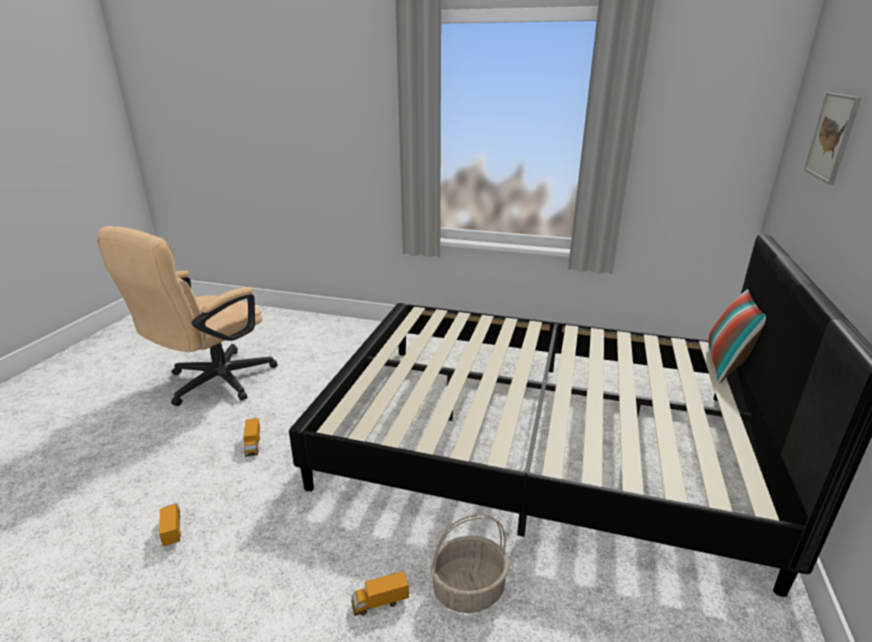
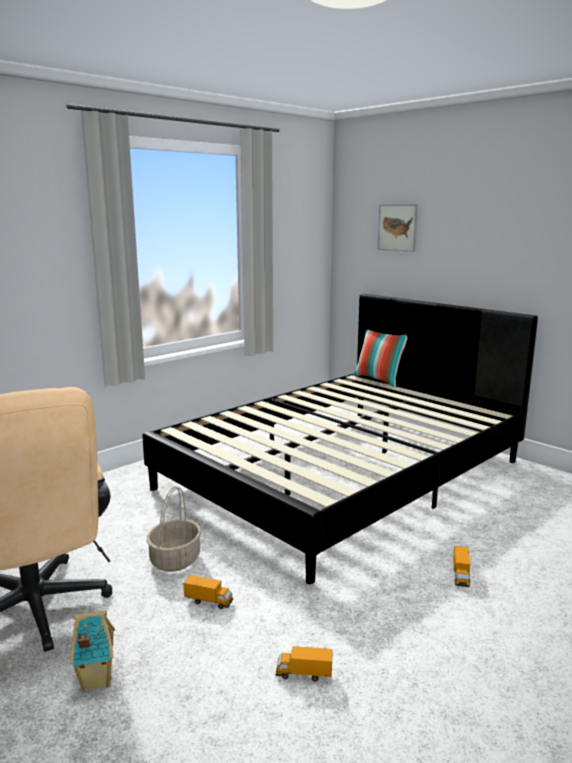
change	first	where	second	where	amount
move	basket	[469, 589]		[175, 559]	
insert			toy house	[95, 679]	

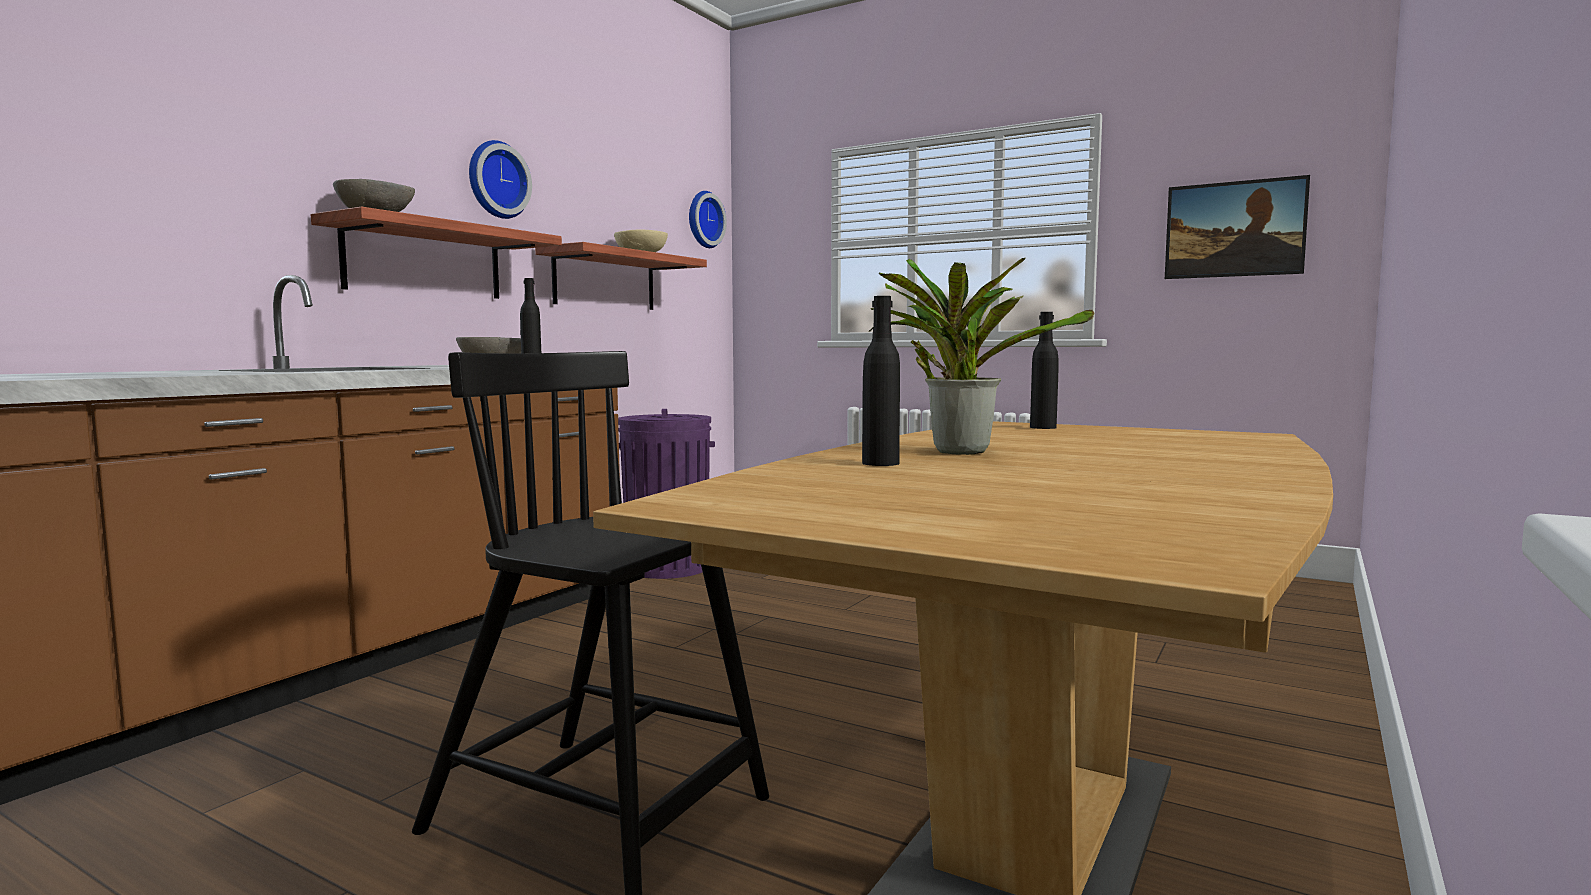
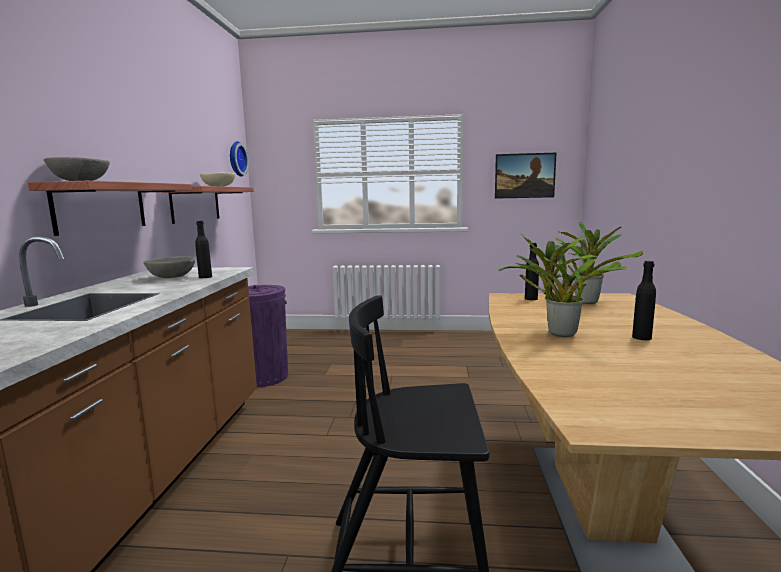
change	first	where	second	where	amount
delete	wall clock	[496, 180]			
move	black bottle	[880, 463]		[641, 337]	
insert			potted plant	[586, 301]	

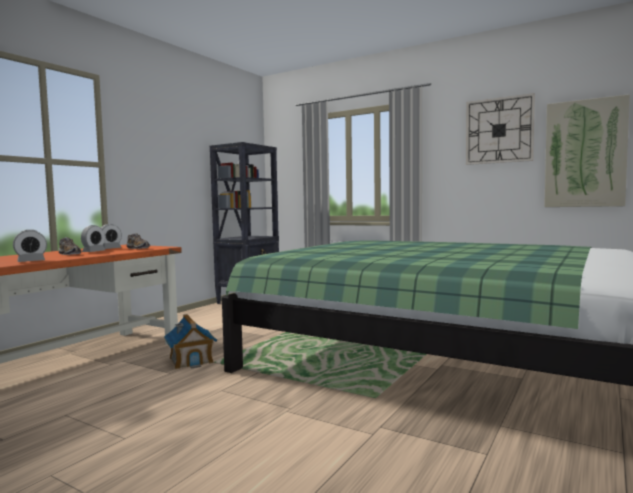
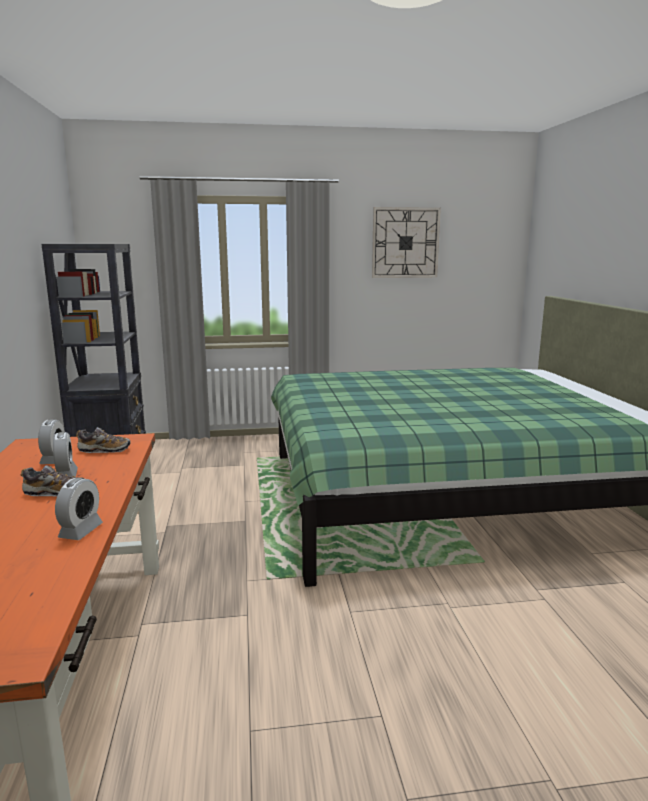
change	first	where	second	where	amount
delete	toy house	[191, 360]			
delete	picture	[585, 154]			

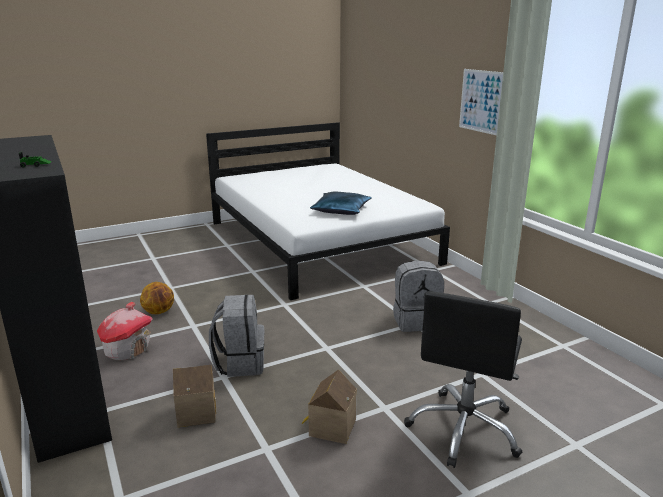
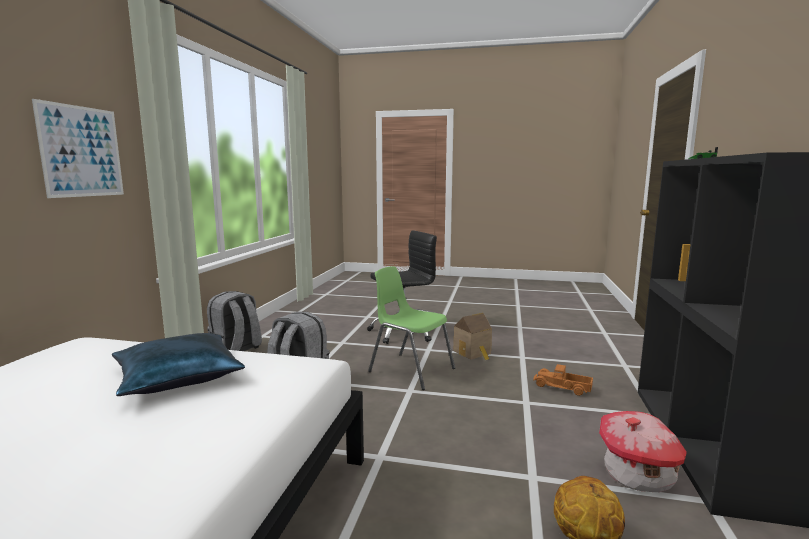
change	first	where	second	where	amount
replace	toy house	[196, 411]	toy truck	[562, 387]	
move	grey backpack	[240, 363]		[236, 349]	
insert			green chair	[410, 370]	

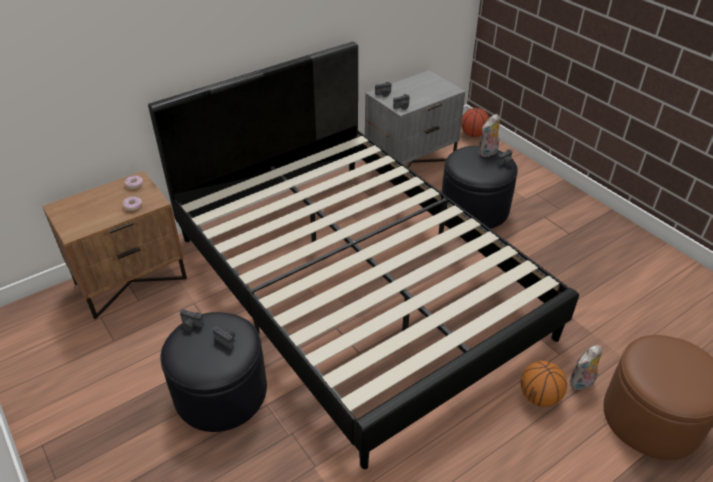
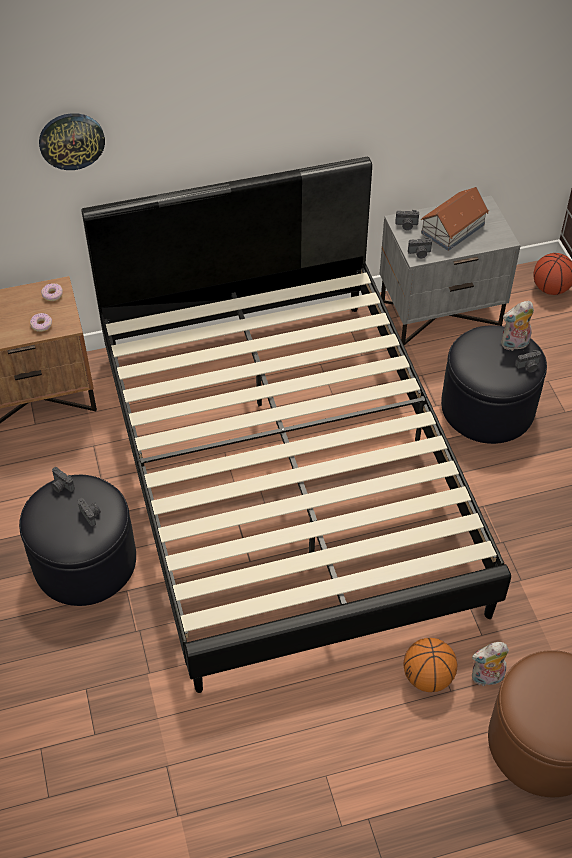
change	first	where	second	where	amount
insert			wall clock	[71, 140]	
insert			toy house	[452, 229]	

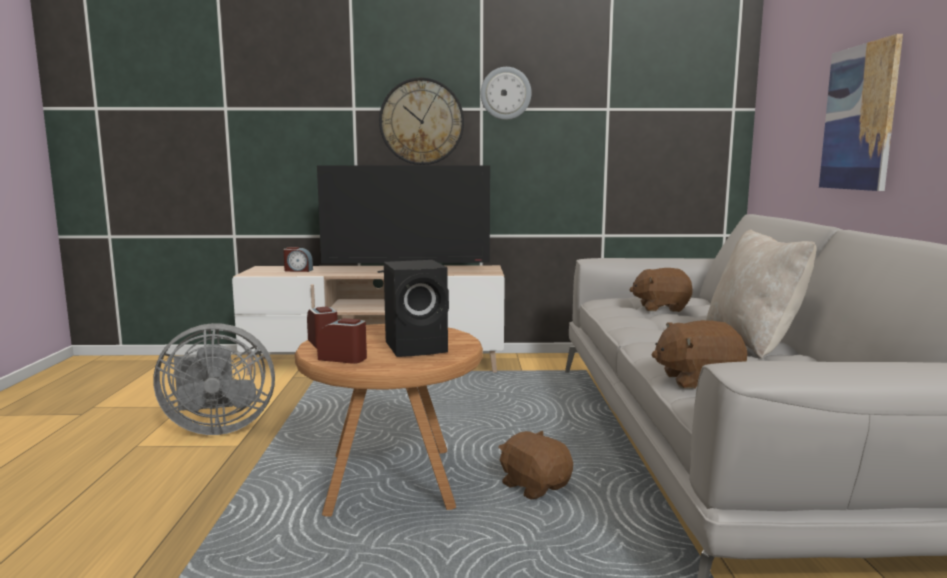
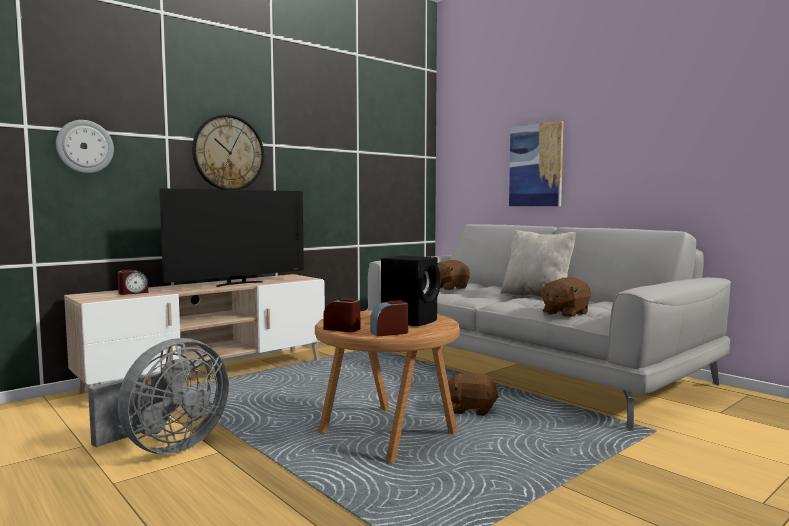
change	first	where	second	where	amount
move	wall clock	[505, 93]		[85, 146]	

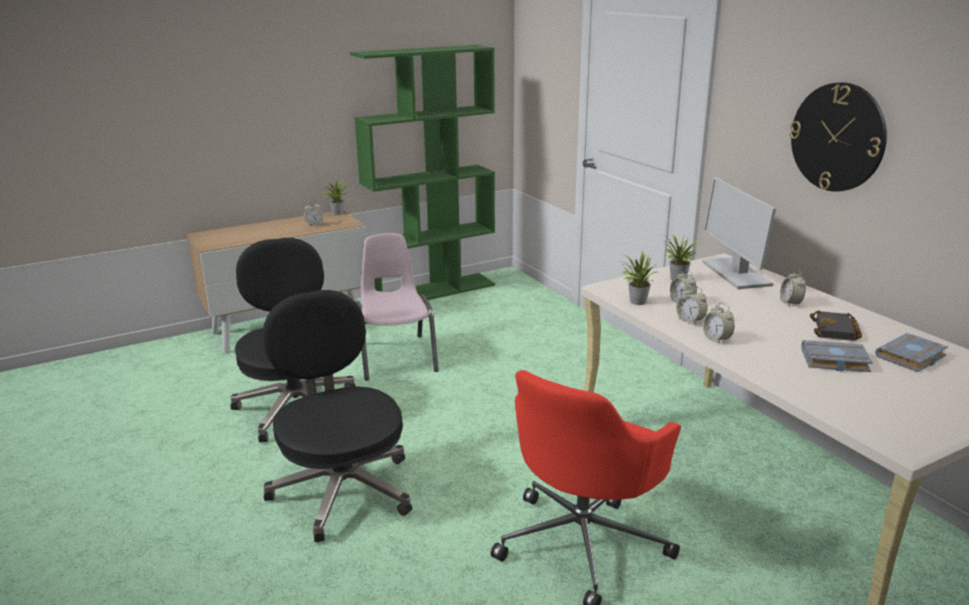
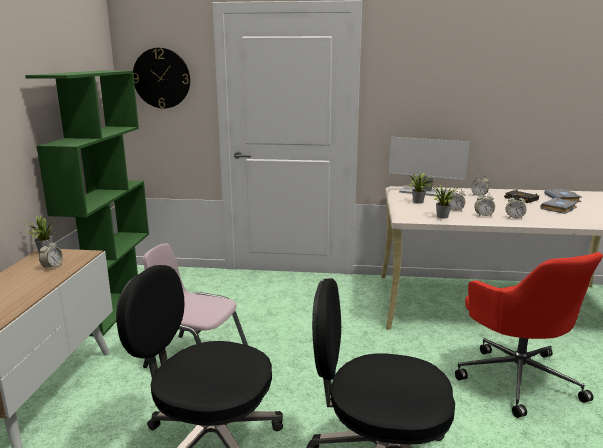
change	first	where	second	where	amount
move	wall clock	[837, 137]		[161, 78]	

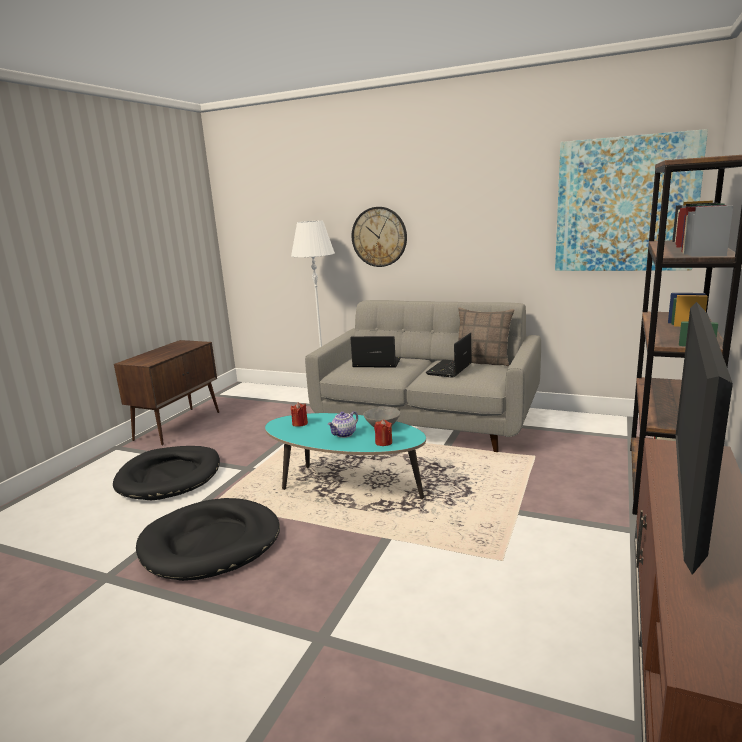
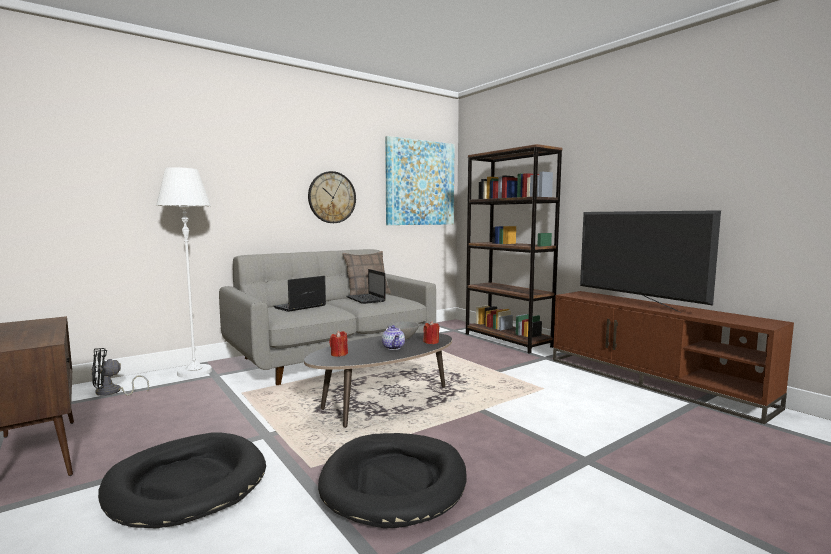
change	first	where	second	where	amount
recolor	turquoise coffee table	[346, 486]	black coffee table	[384, 404]	
move	wall clock	[379, 237]		[332, 197]	
insert			black fan	[112, 392]	

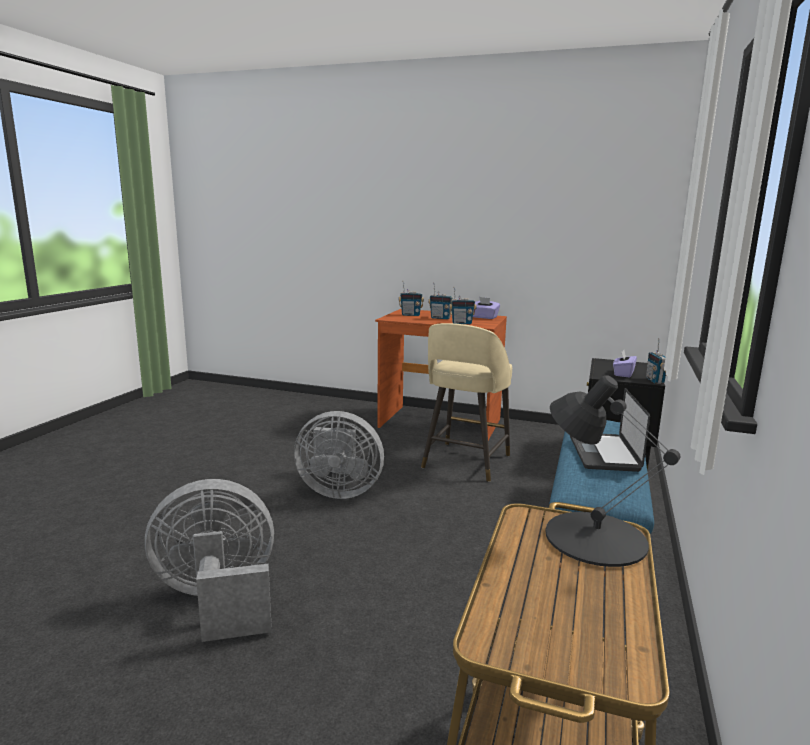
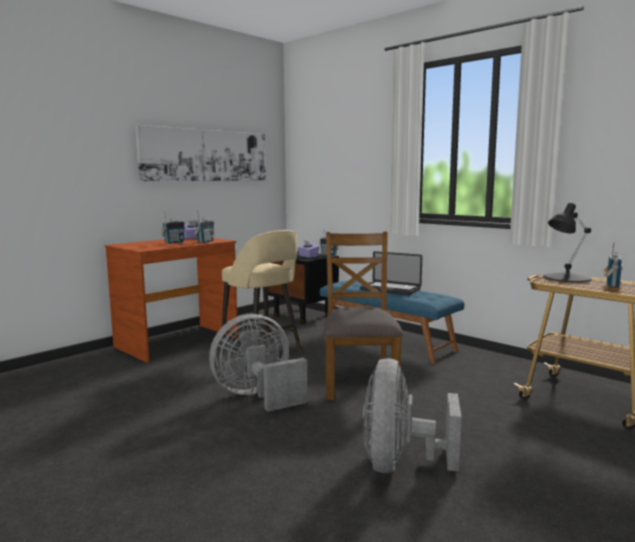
change	first	where	second	where	amount
rotate	grey fan	[338, 491]		[258, 396]	150 degrees counterclockwise
move	radio	[410, 315]		[611, 284]	
insert			picture	[206, 155]	
insert			brown chair	[359, 382]	

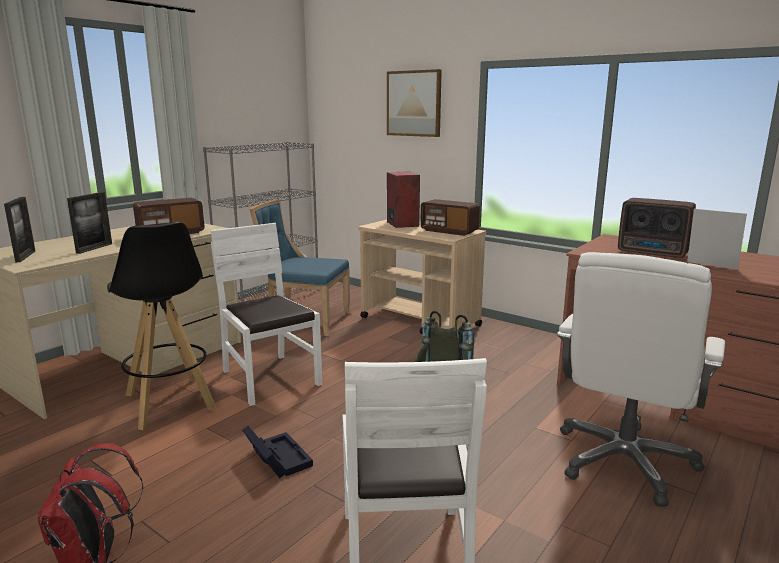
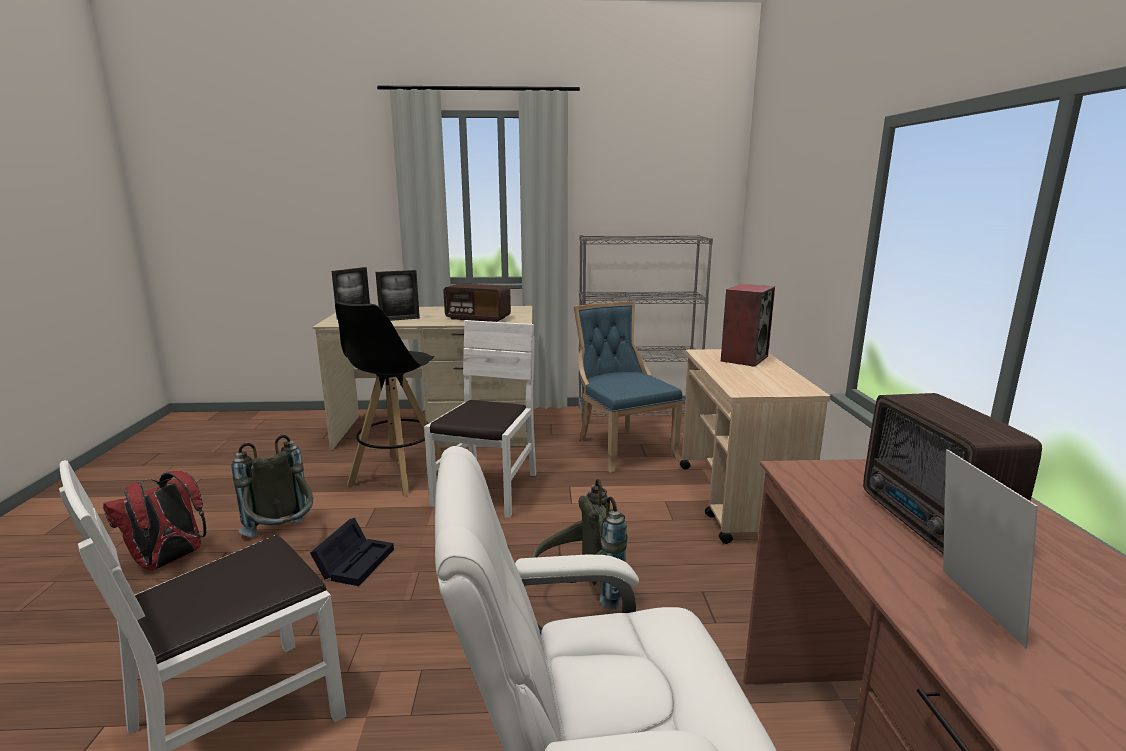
change	first	where	second	where	amount
delete	picture	[414, 103]			
delete	radio	[449, 231]			
insert			grey backpack	[283, 537]	

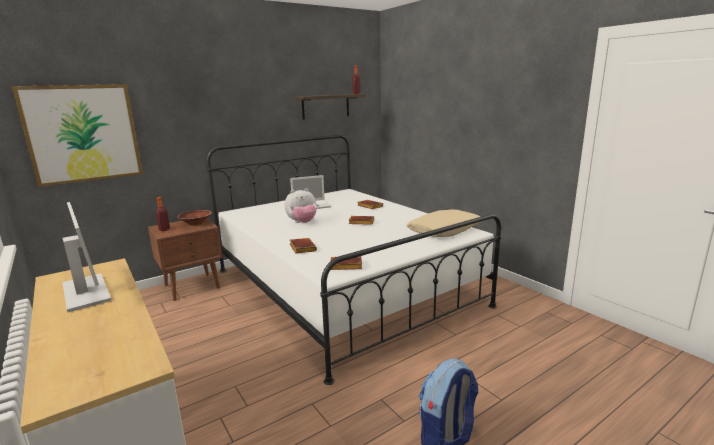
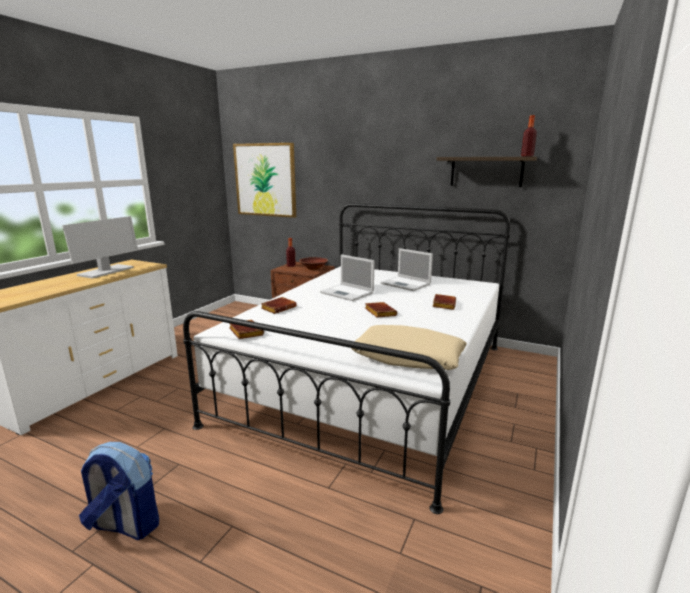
change	first	where	second	where	amount
replace	plush toy	[302, 223]	laptop	[347, 293]	

